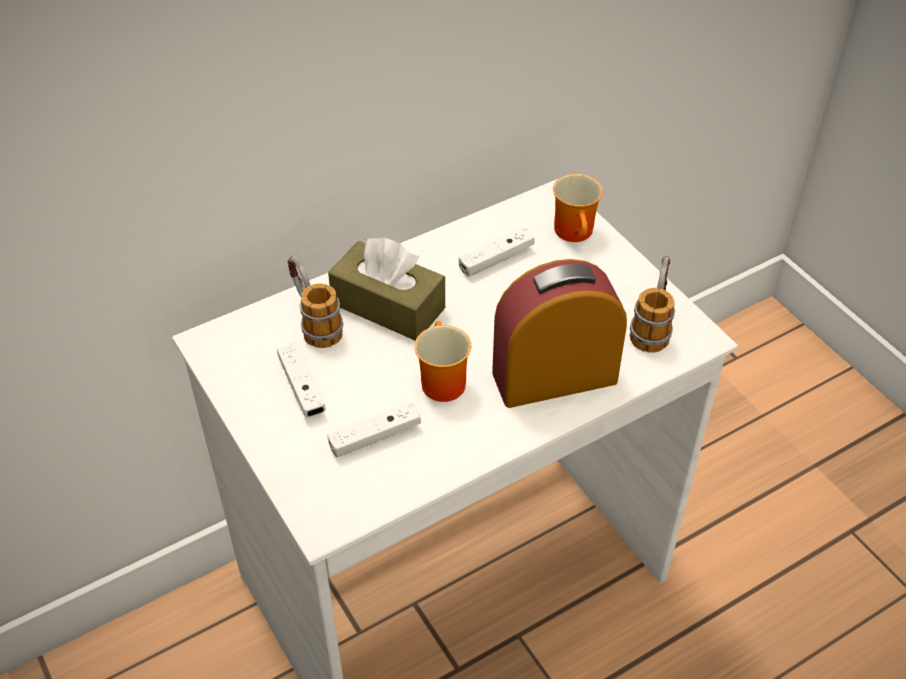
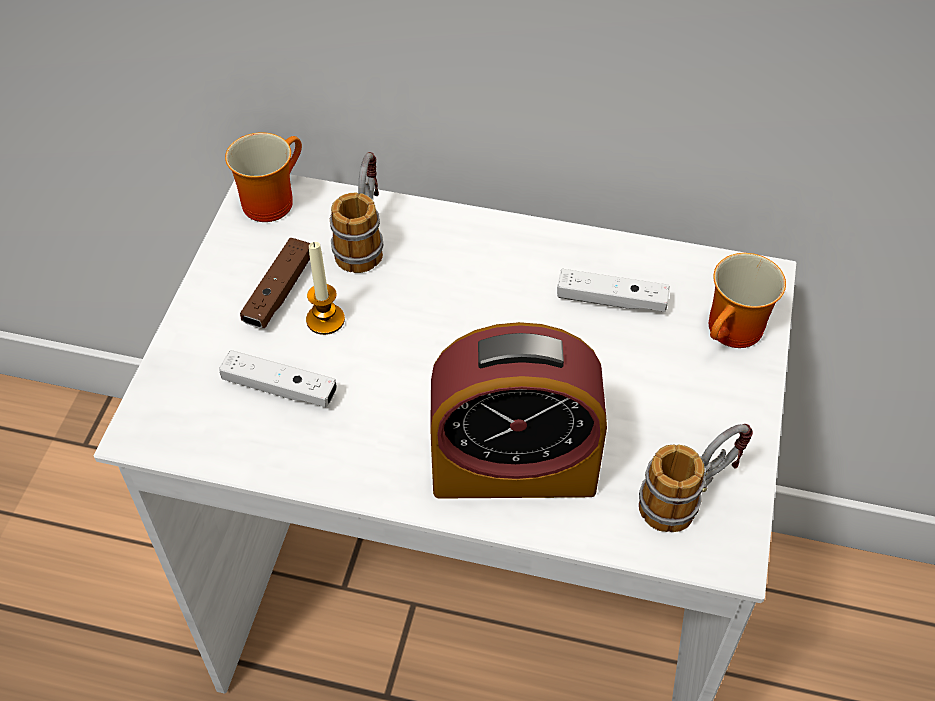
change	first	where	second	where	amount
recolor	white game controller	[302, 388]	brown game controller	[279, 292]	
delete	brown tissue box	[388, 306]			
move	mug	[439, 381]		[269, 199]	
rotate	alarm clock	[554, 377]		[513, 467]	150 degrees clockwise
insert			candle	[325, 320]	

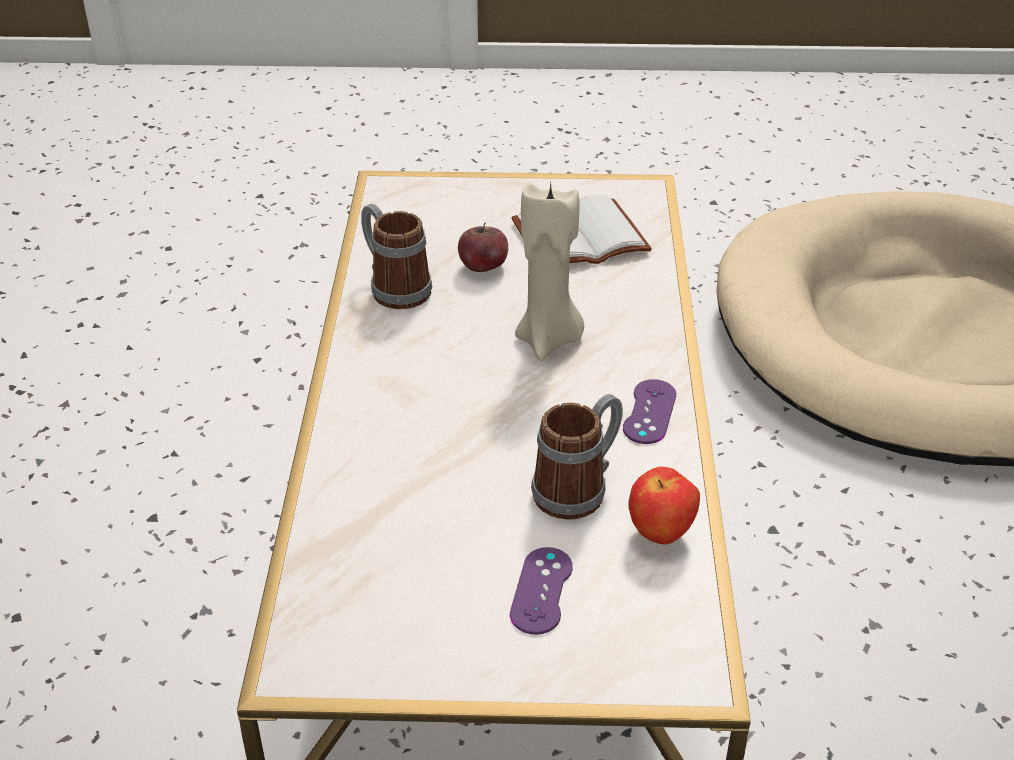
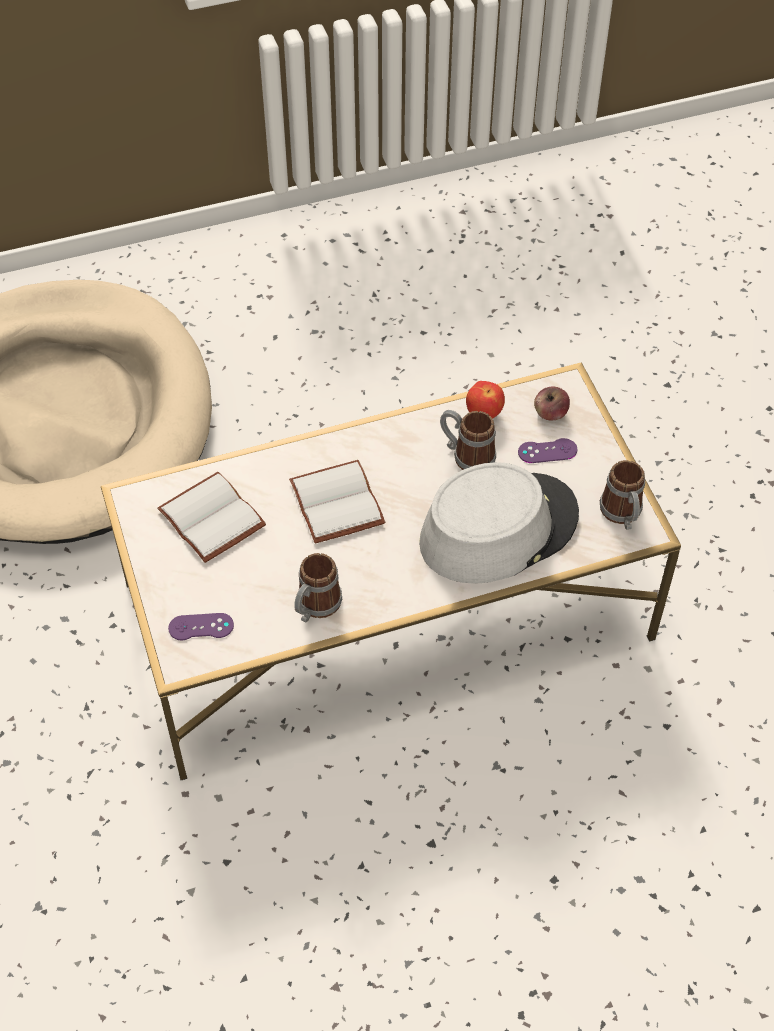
change	first	where	second	where	amount
move	apple	[483, 267]		[550, 413]	
replace	beige candle	[549, 340]	white book	[339, 503]	
move	purple game controller	[649, 412]		[201, 627]	
insert			grey hat	[498, 528]	
insert			mug	[622, 515]	

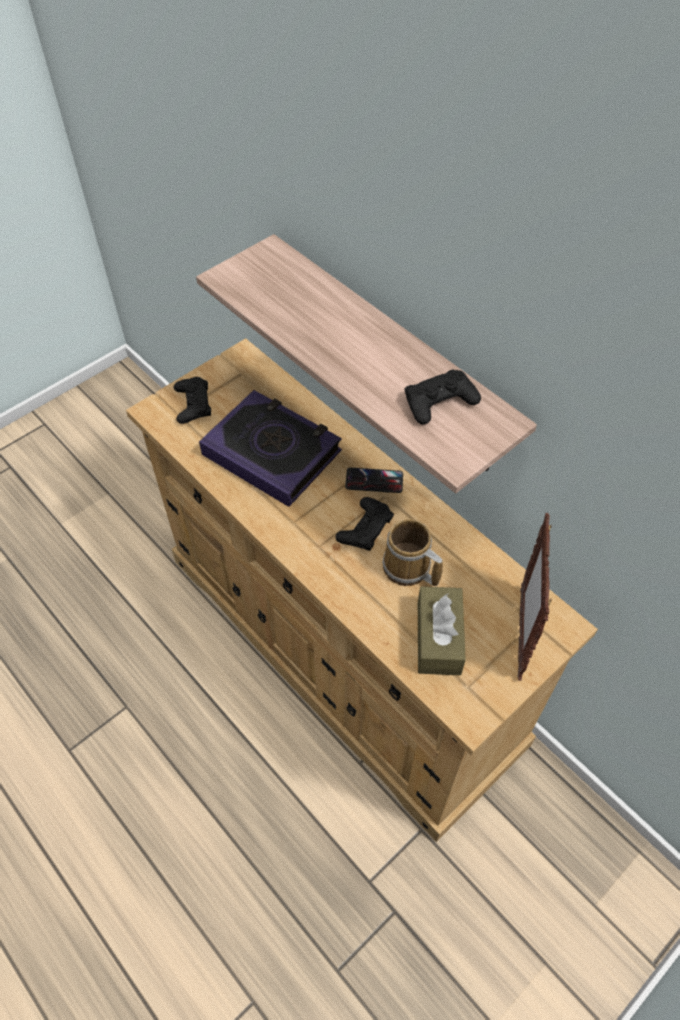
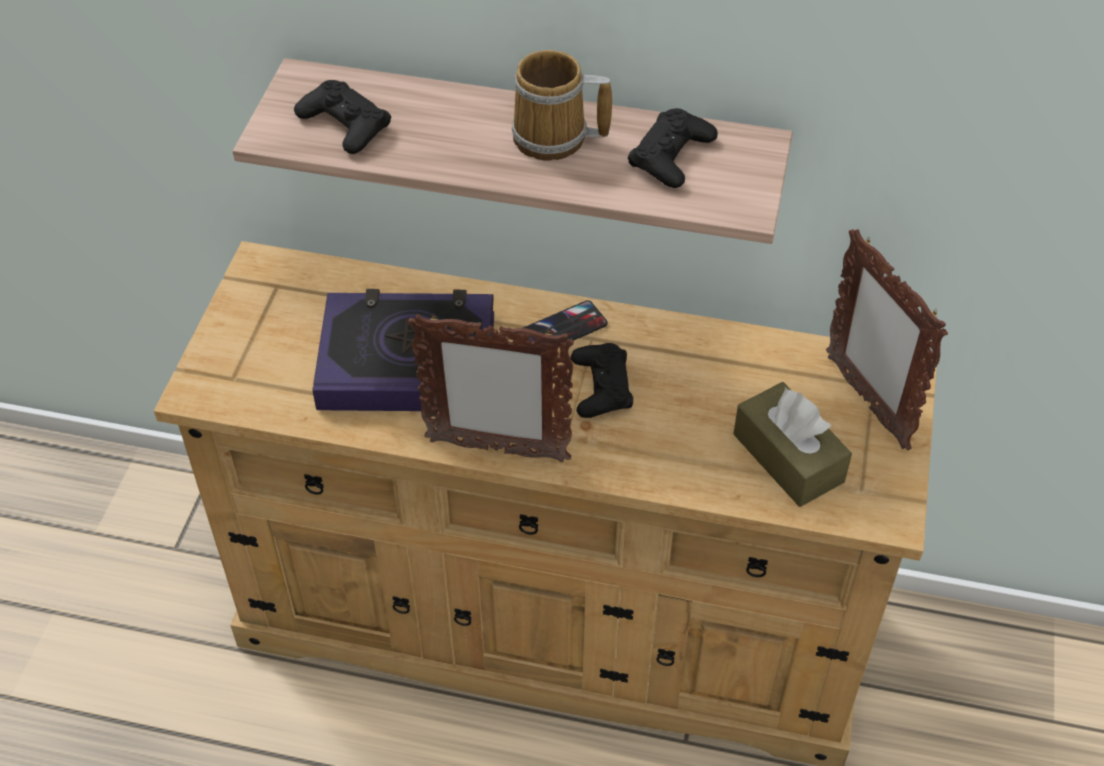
change	first	where	second	where	amount
move	black game controller	[193, 404]		[345, 124]	
move	mug	[408, 569]		[555, 139]	
insert			picture frame	[496, 450]	

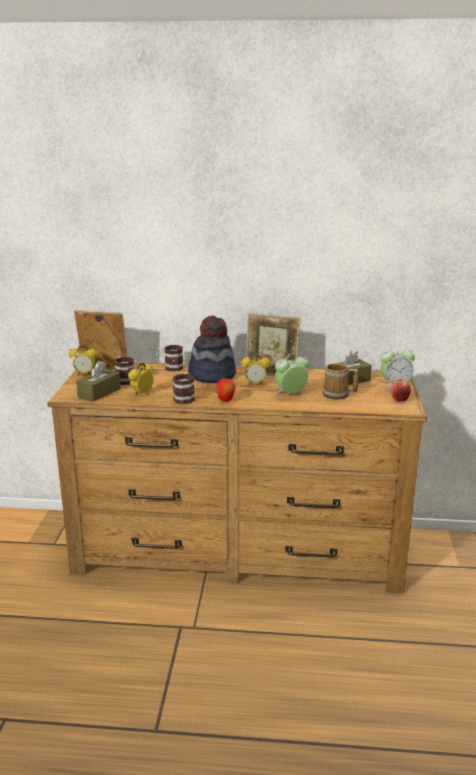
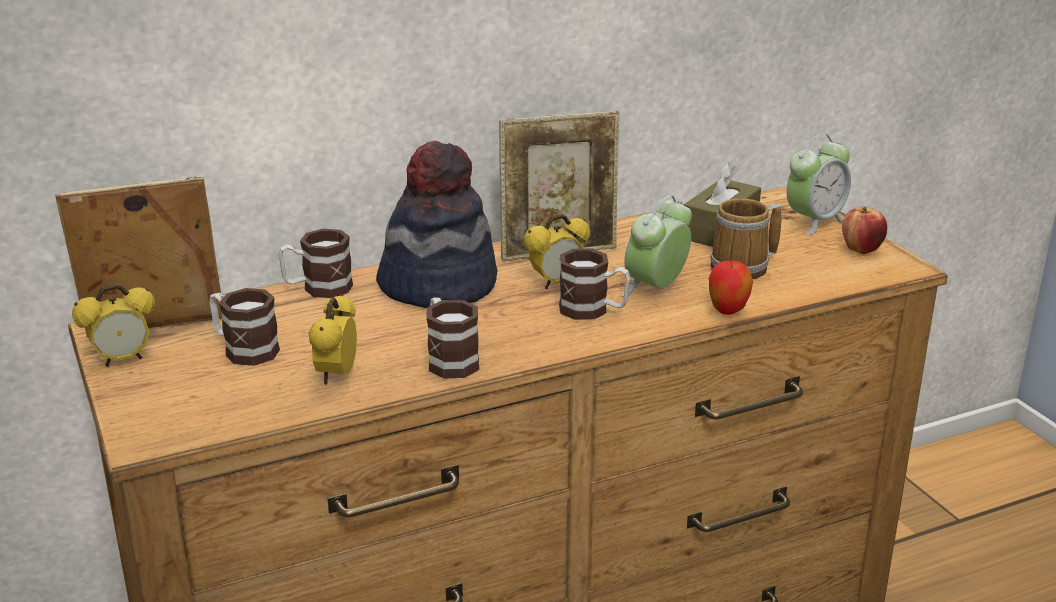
change	first	where	second	where	amount
delete	brown tissue box	[99, 393]			
move	apple	[225, 400]		[728, 311]	
insert			mug	[593, 310]	

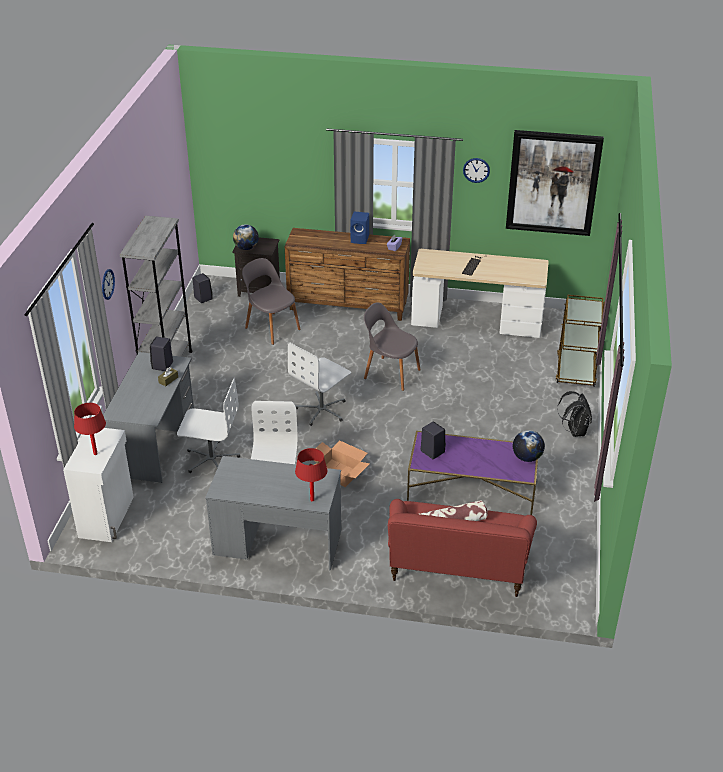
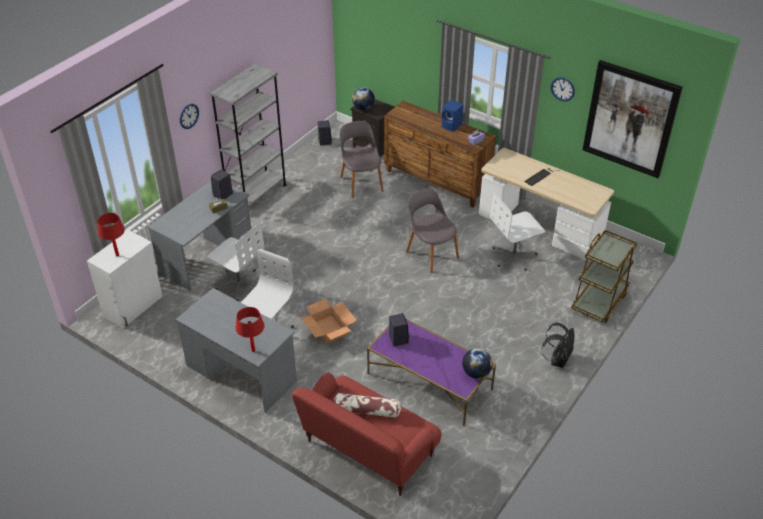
change	first	where	second	where	amount
move	white office chair	[322, 410]		[514, 256]	

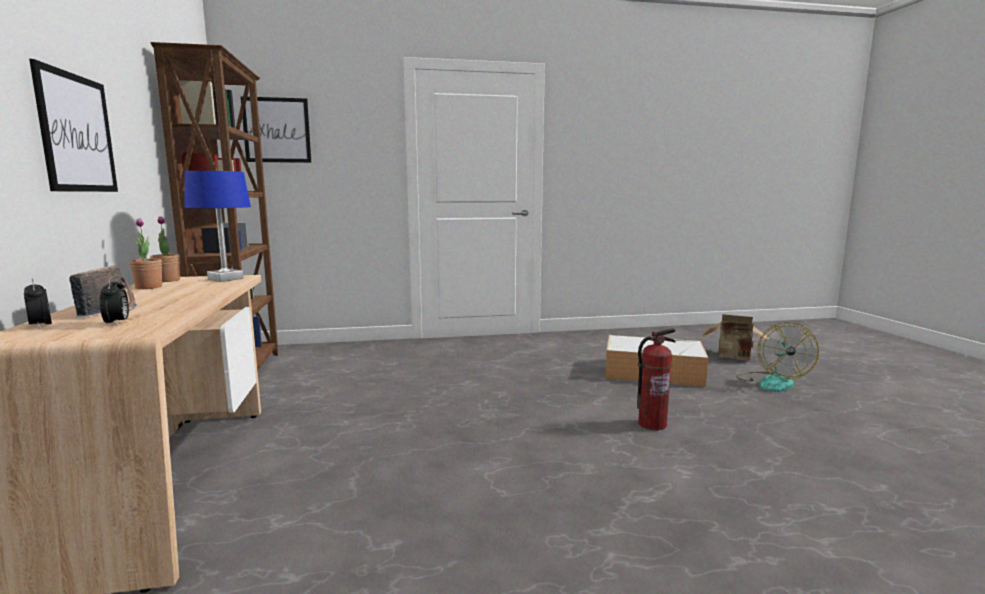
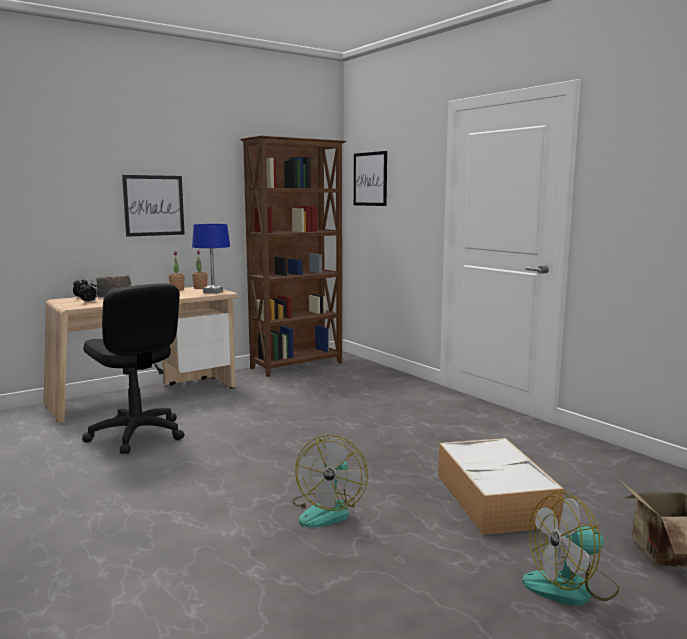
change	first	where	second	where	amount
replace	fire extinguisher	[652, 424]	fan	[328, 510]	
insert			black office chair	[136, 435]	

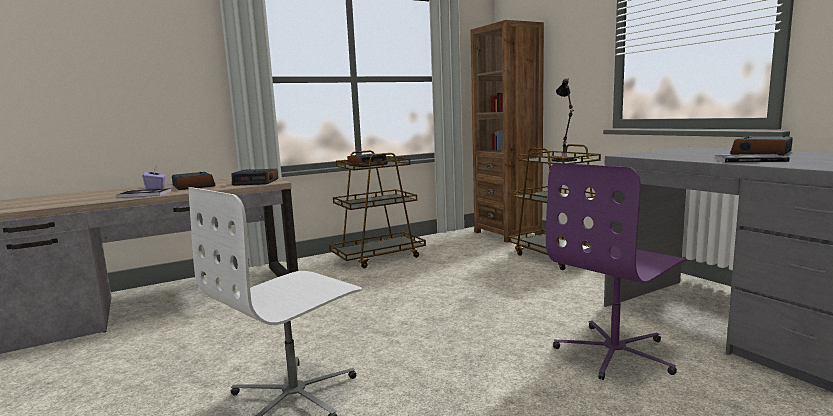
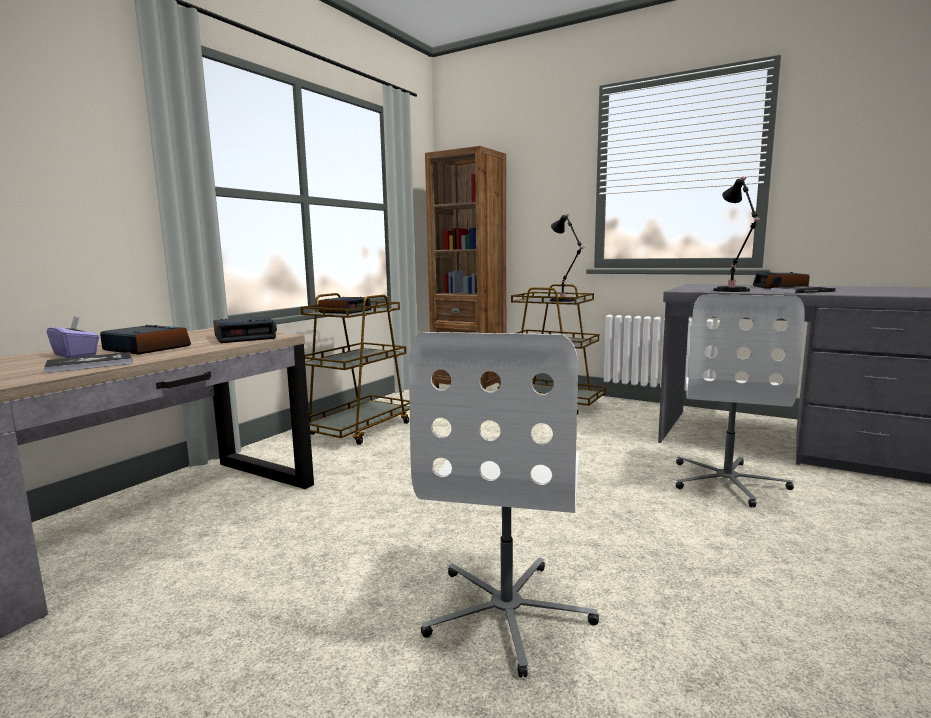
change	first	where	second	where	amount
recolor	purple office chair	[615, 353]	white office chair	[727, 481]	
insert			black table lamp	[732, 290]	

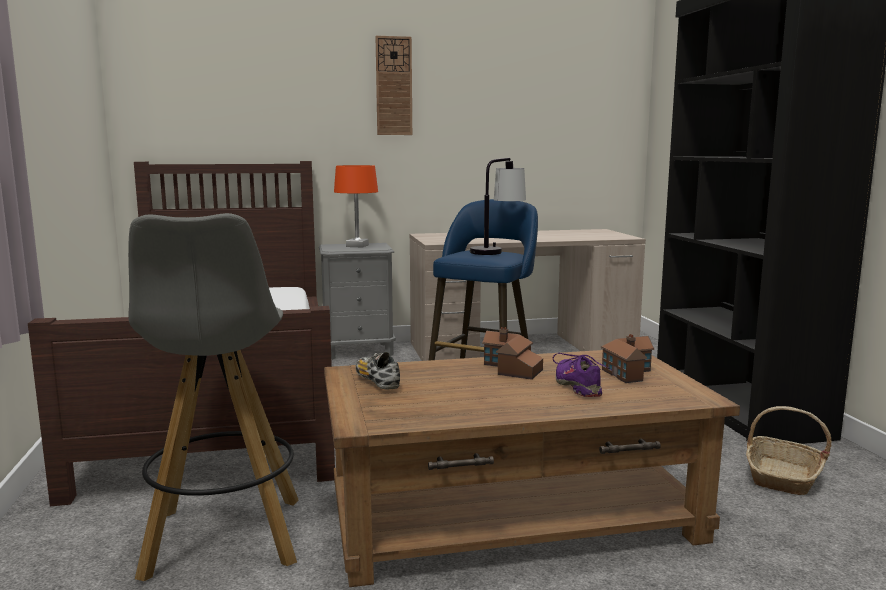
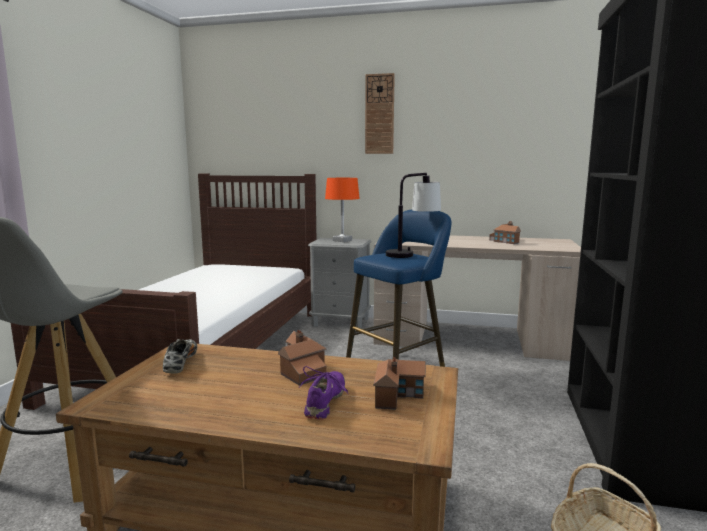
change	first	where	second	where	amount
insert			toy house	[505, 241]	

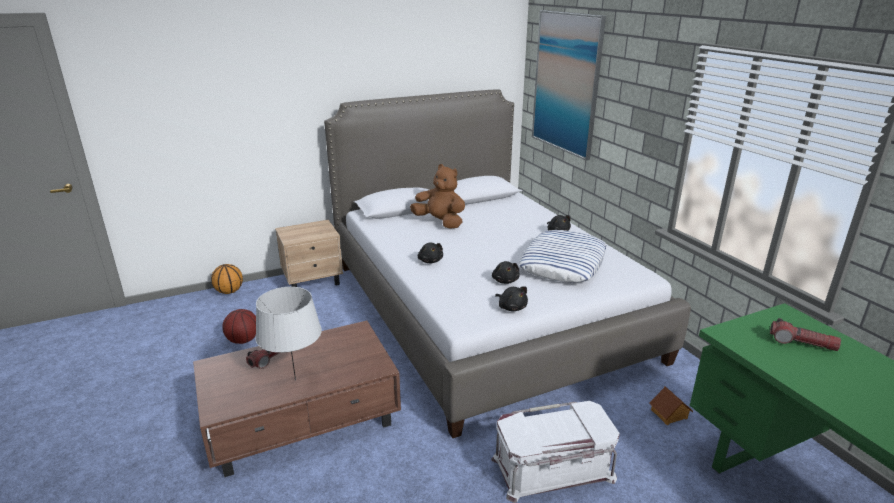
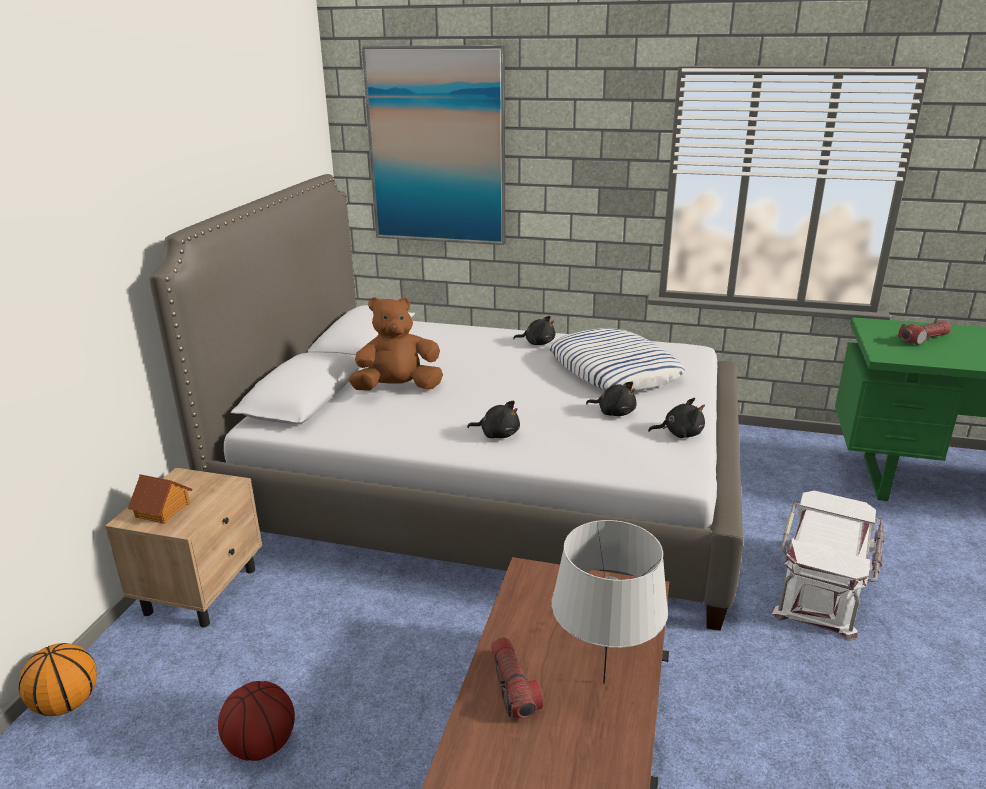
change	first	where	second	where	amount
move	toy house	[669, 414]		[163, 510]	

